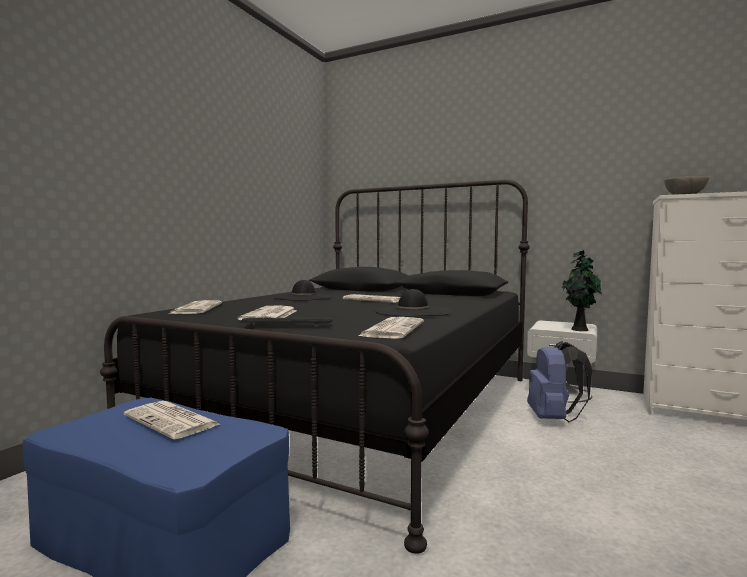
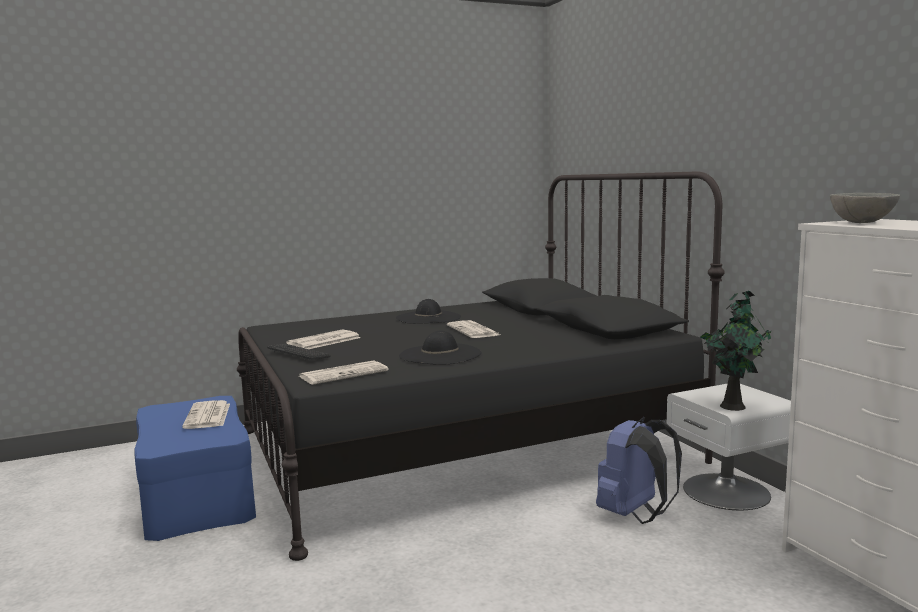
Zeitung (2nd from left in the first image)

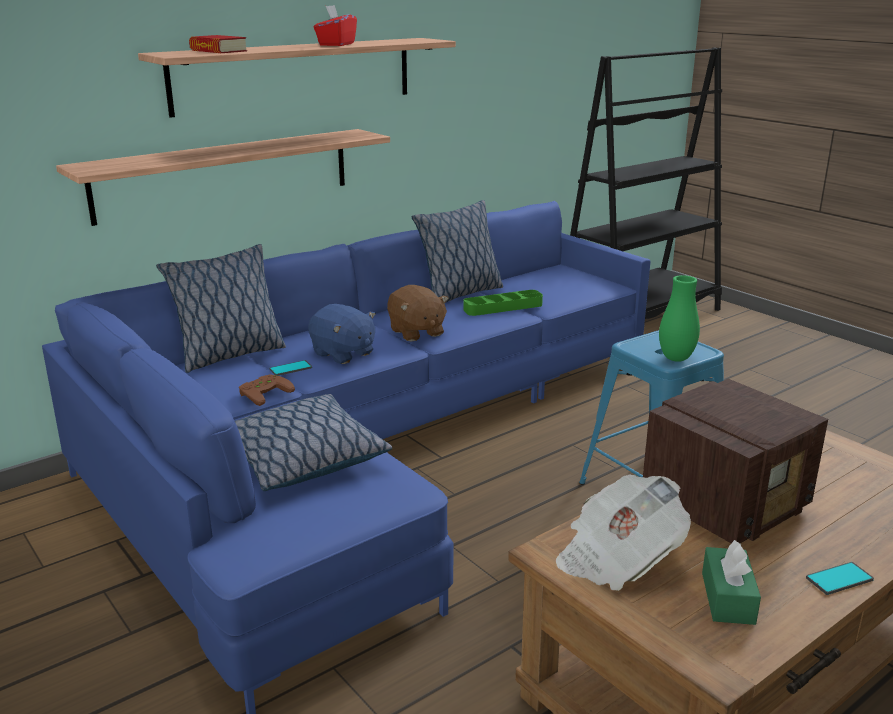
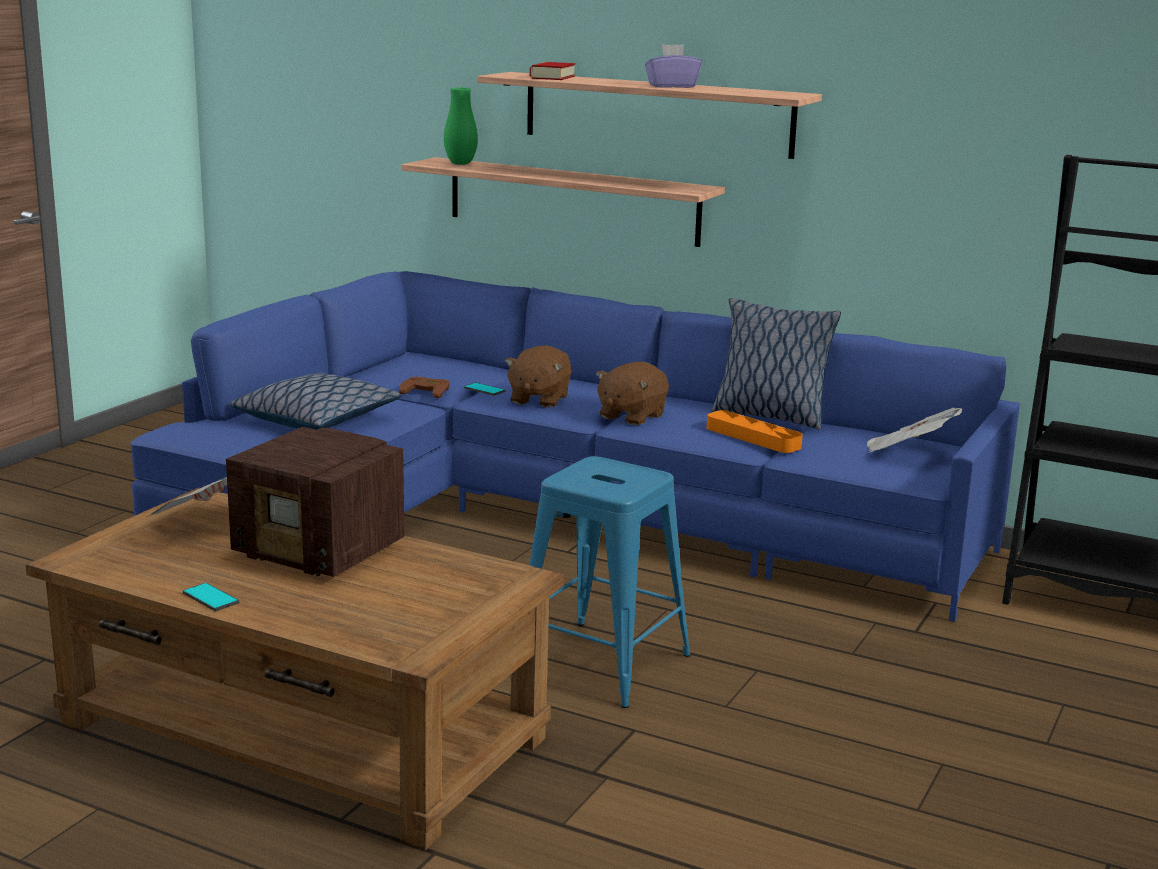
Taschentuchbox (lila)
Kissen (1st from left in the first image)
Vase (grün)
Tablett (orange)
Plüschtier (braun) (1st from left)
Taschentuchbox (grün)
Zeitung (2nd from left)

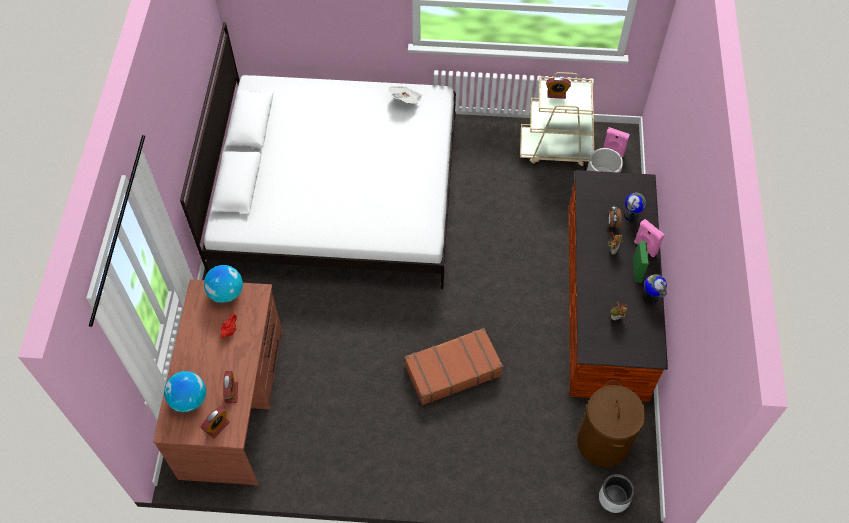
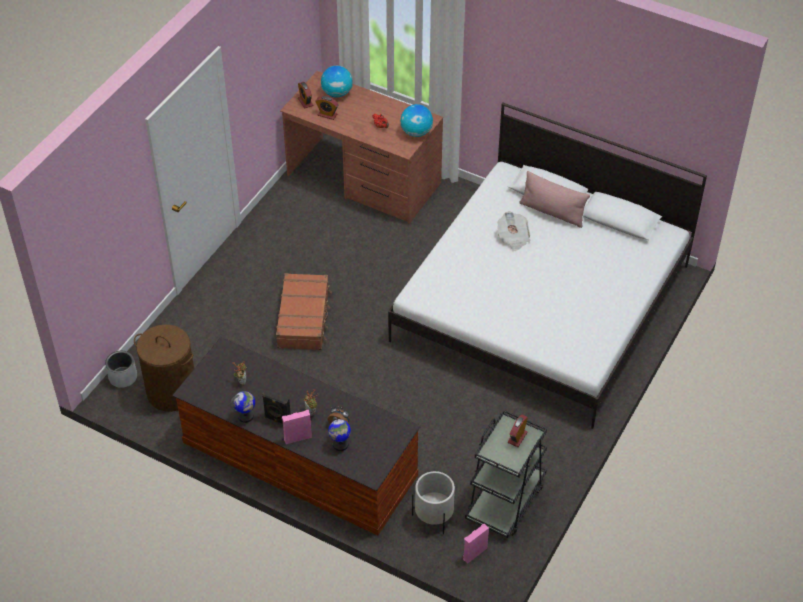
Rollwagen (schwarz)
Zeitung
Lautsprecher (schwarz)
Kissen (rosa)

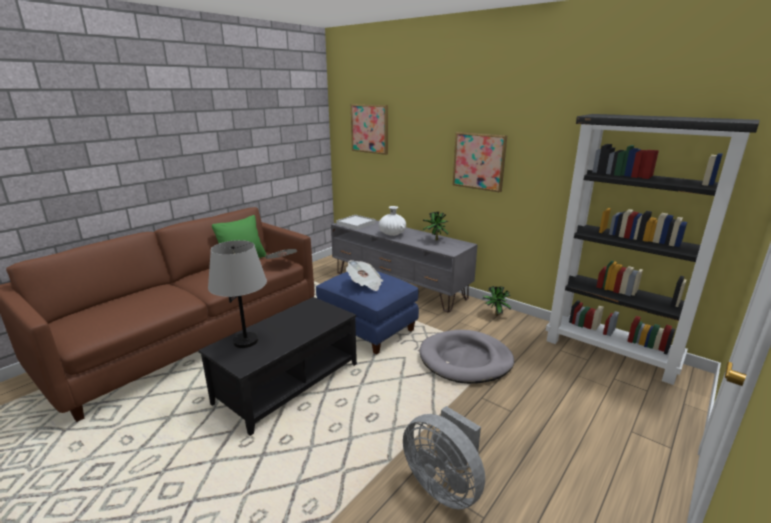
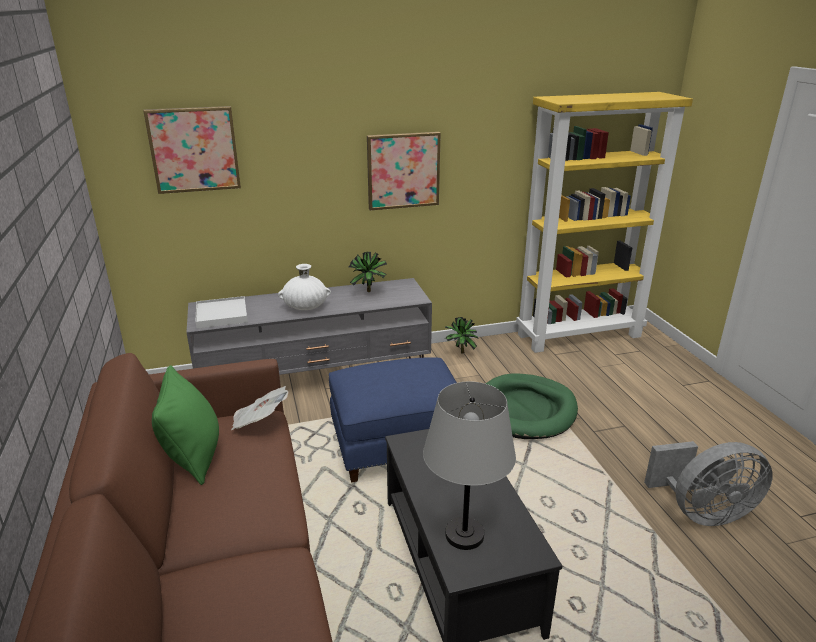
Bücherregal (gelb)
Zeitung (2nd from left in the first image)
Hundebett (grün)

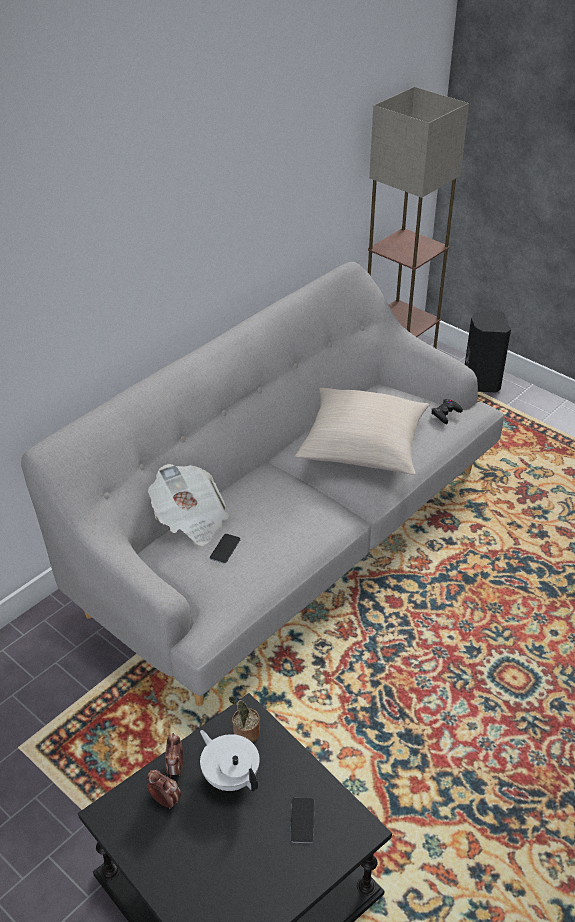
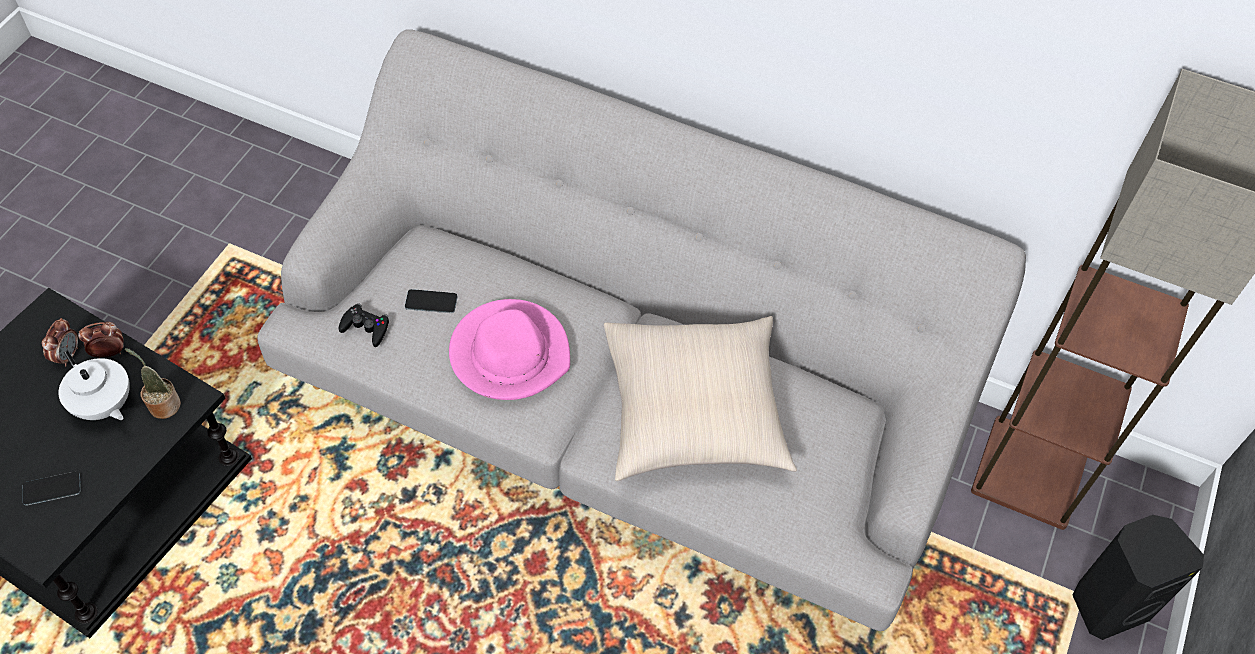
Gamepad (schwarz)
Zeitung
Teekanne (weiß)
Hut (rosa)

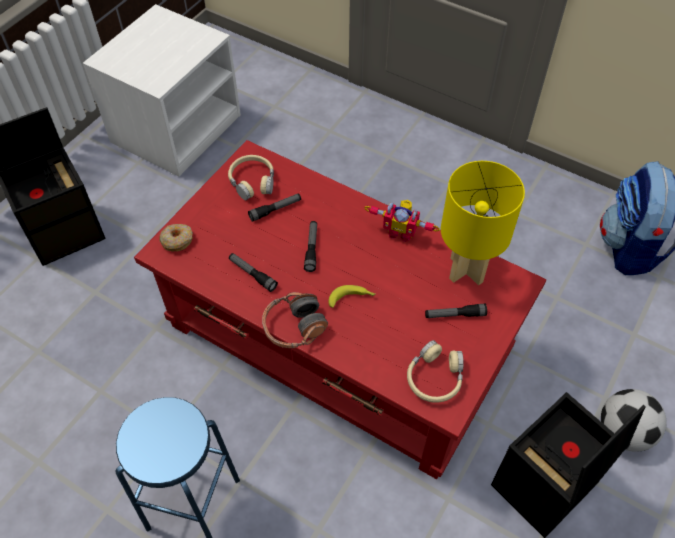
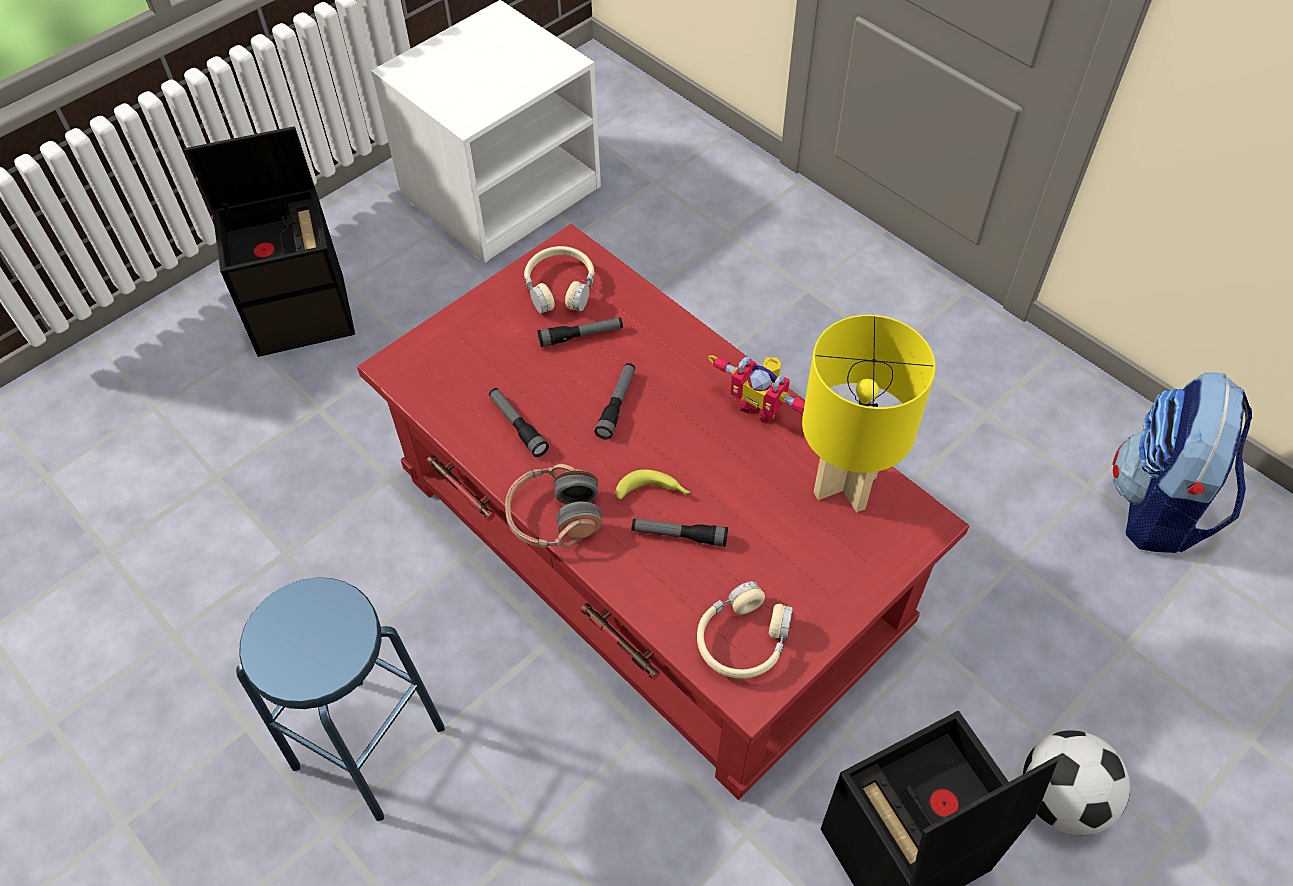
Donut
Taschenlampe (4th from left)

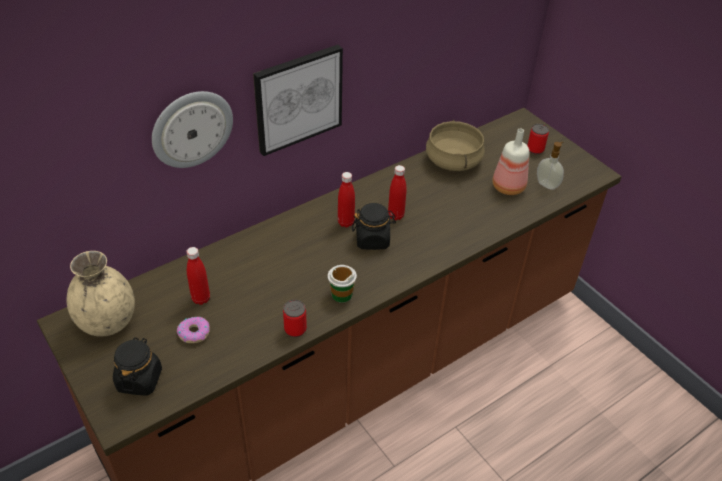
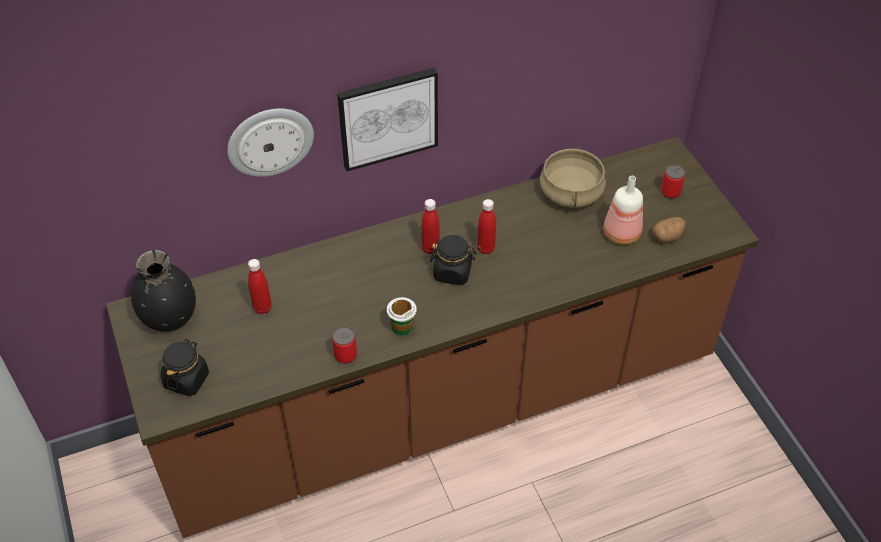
Kartoffel
Vase (schwarz)
Donut

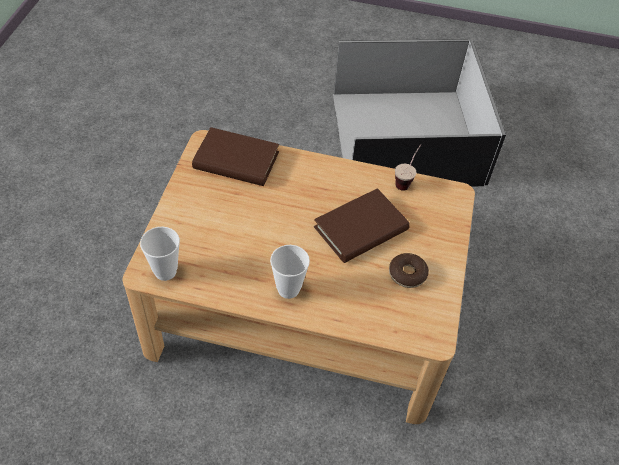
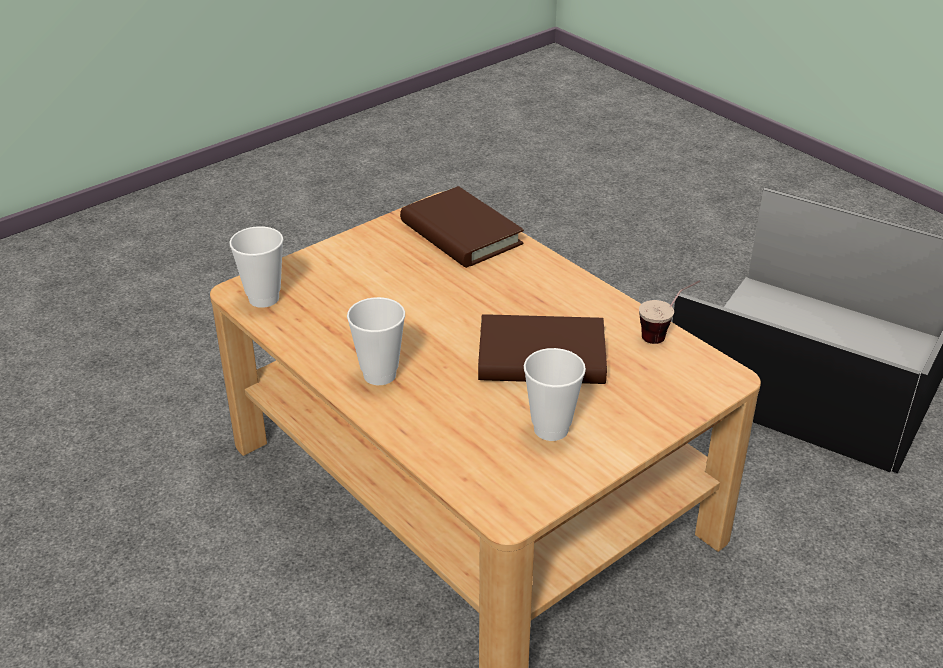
Tasse (3rd from left)

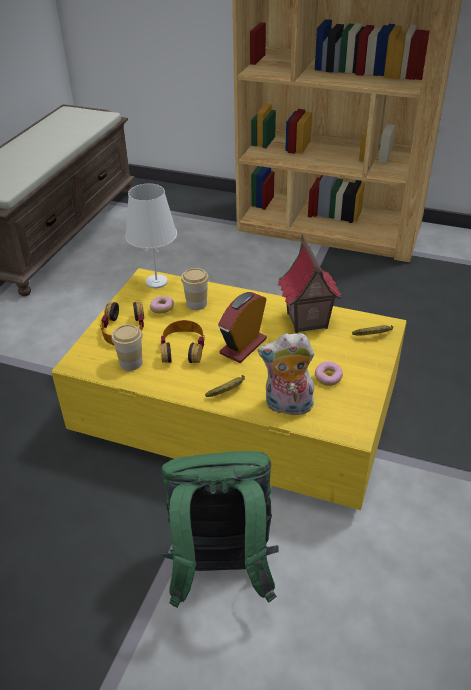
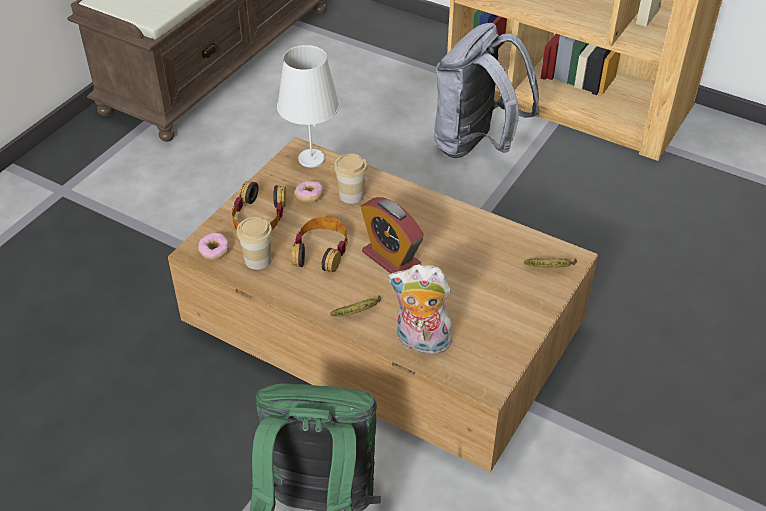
Spielzeughaus
Couchtisch (braun)
Wecker
Donut (1st from left)
Rucksack (grau)

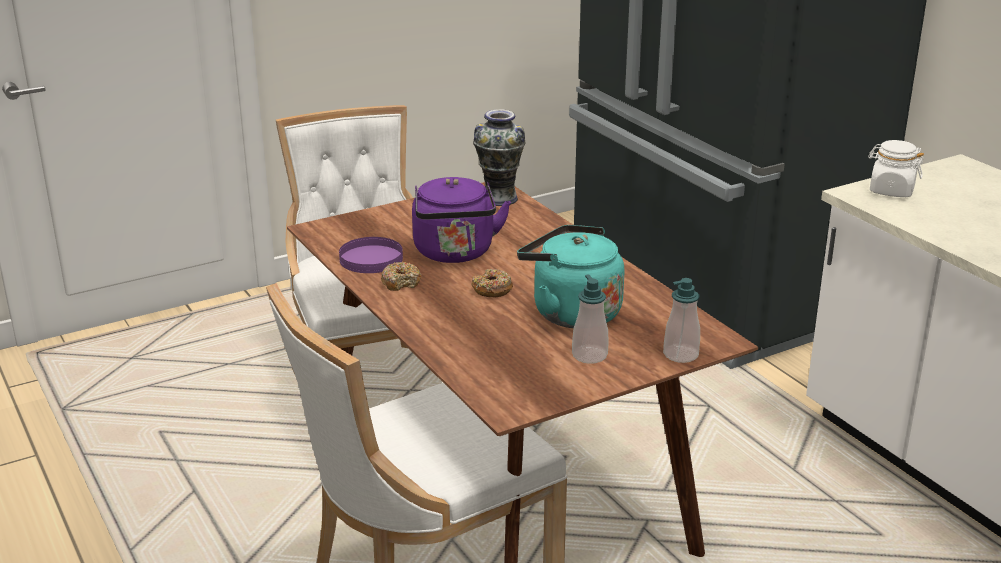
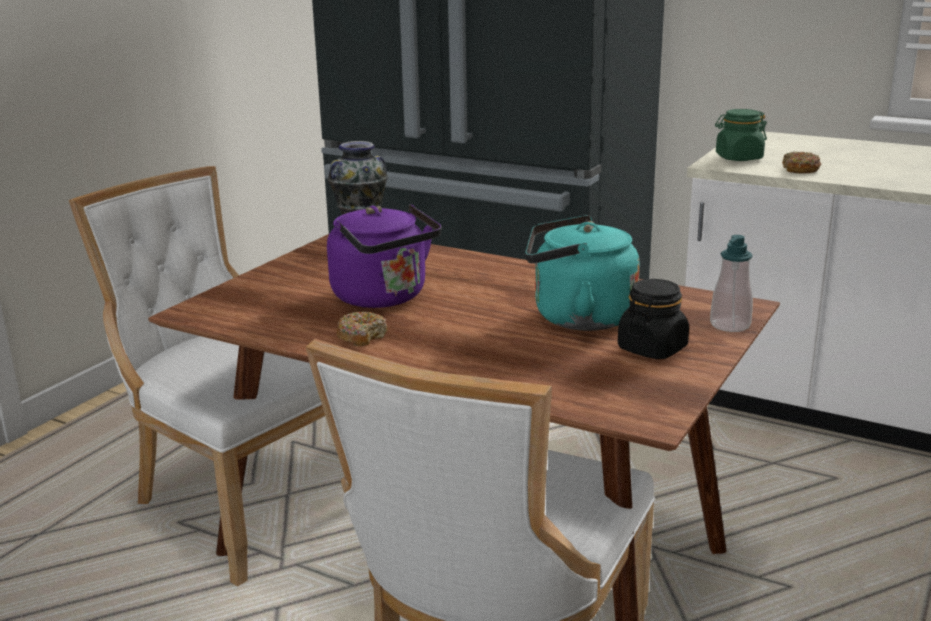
Vorratsglas (grün)
Teller (lila)
Donut (2nd from left)
Vorratsglas (schwarz)

